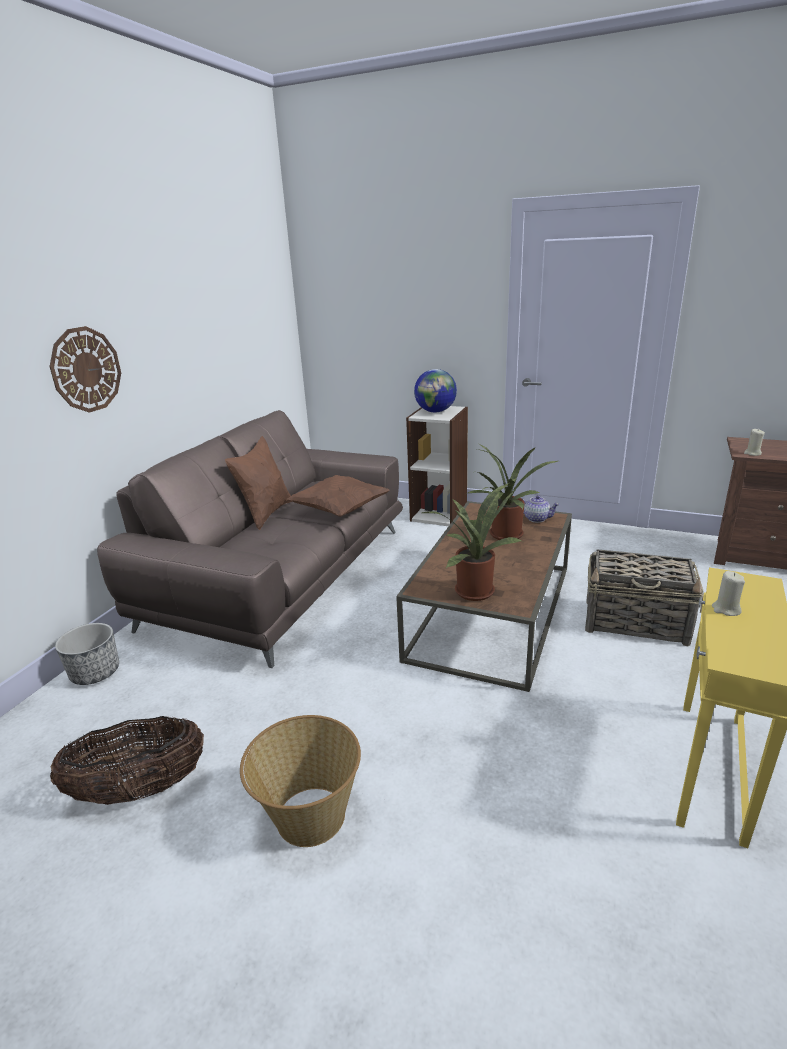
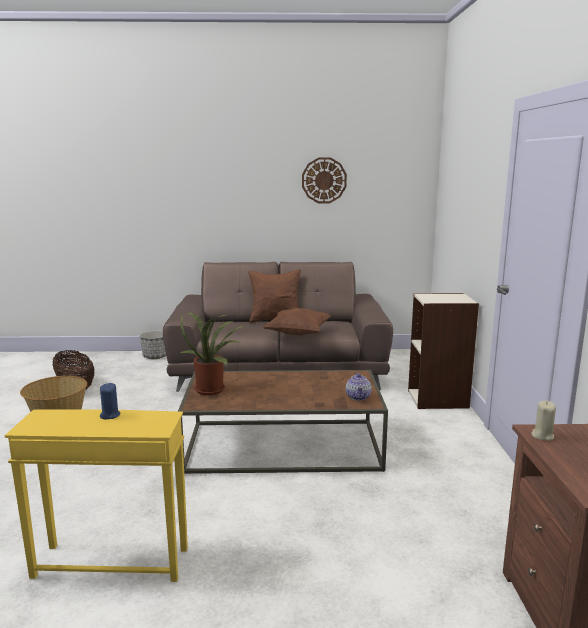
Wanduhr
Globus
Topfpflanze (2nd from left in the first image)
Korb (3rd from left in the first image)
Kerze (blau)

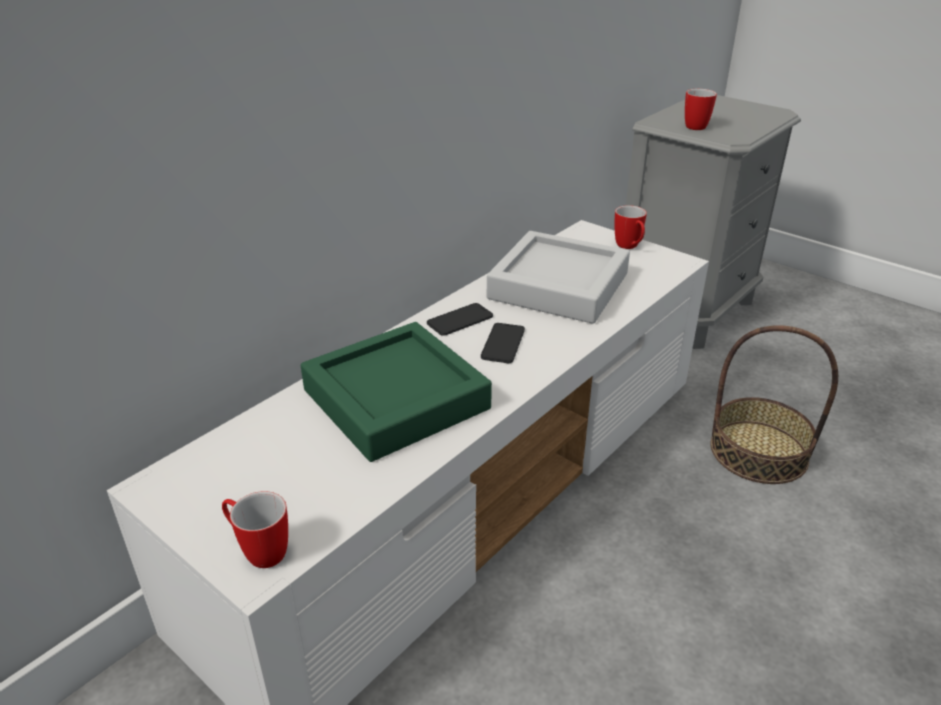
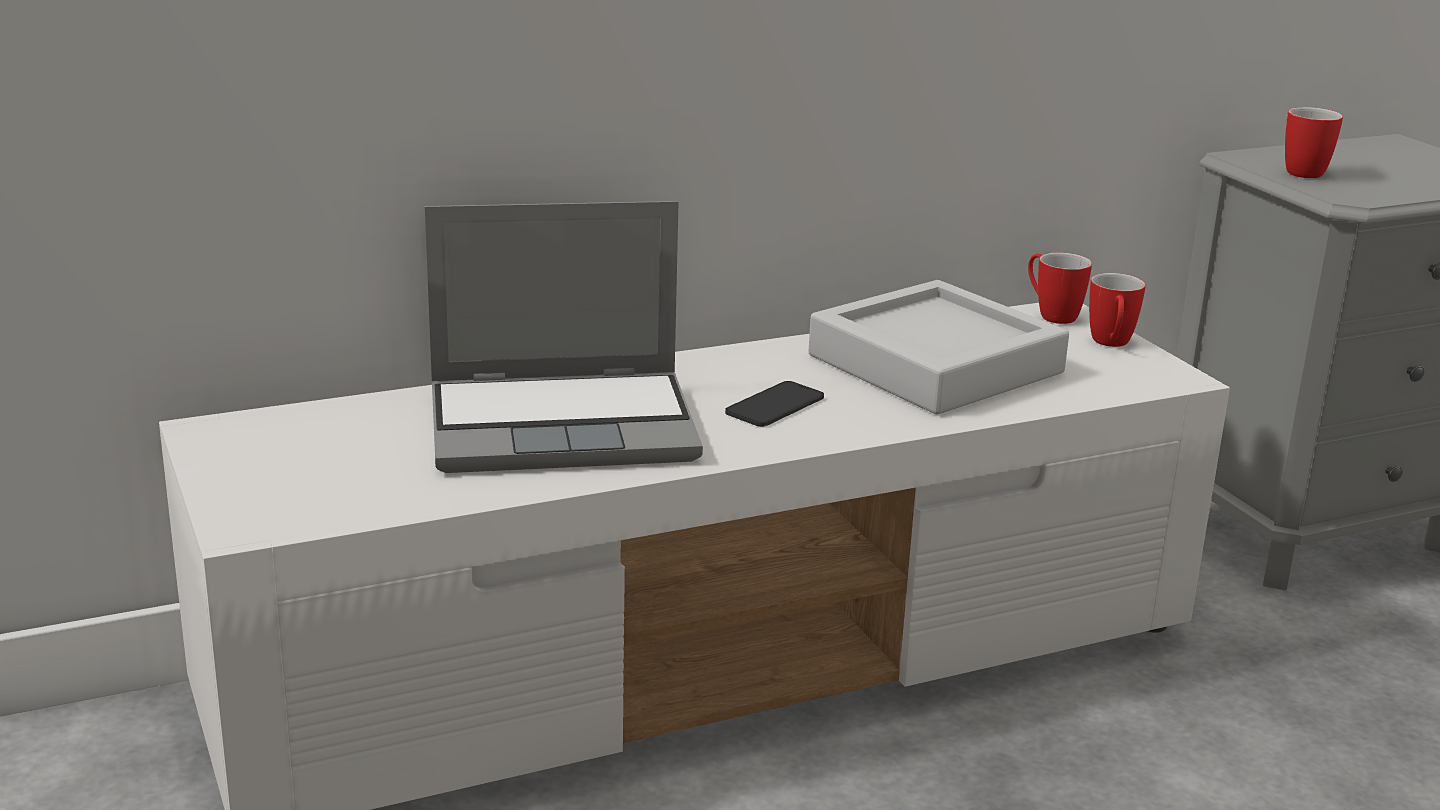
Handy (1st from left in the first image)
Laptop
Korb
Henkelbecher (1st from left)

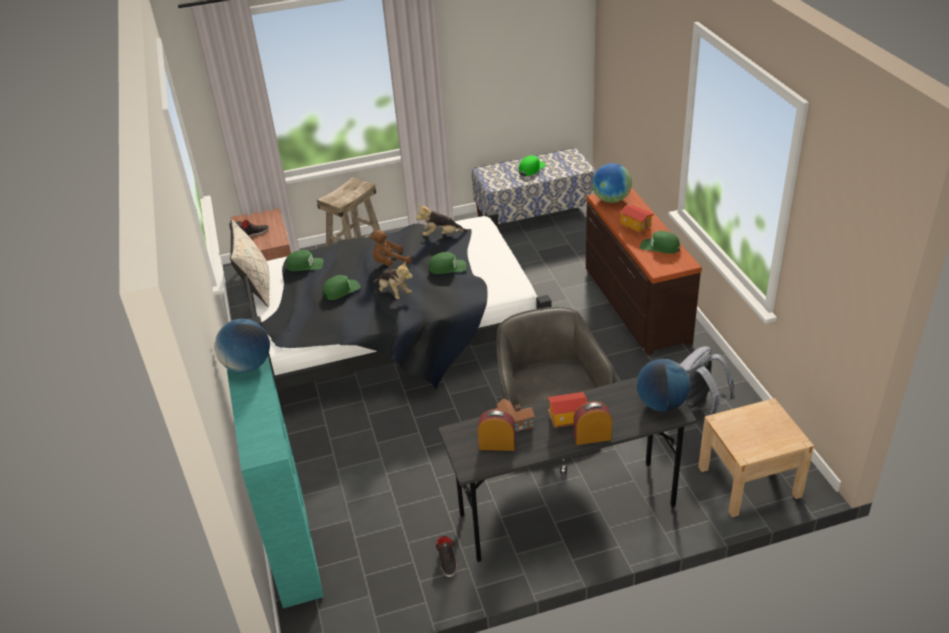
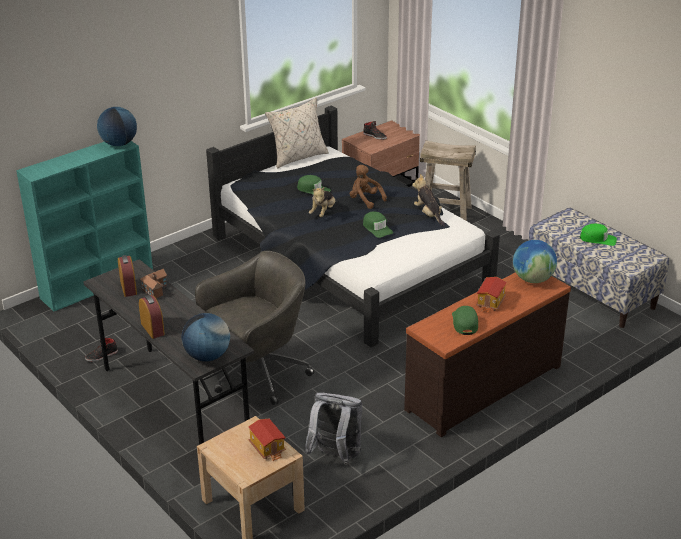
Kappe (grün) (1st from left in the first image)
Spielzeughaus (2nd from left)

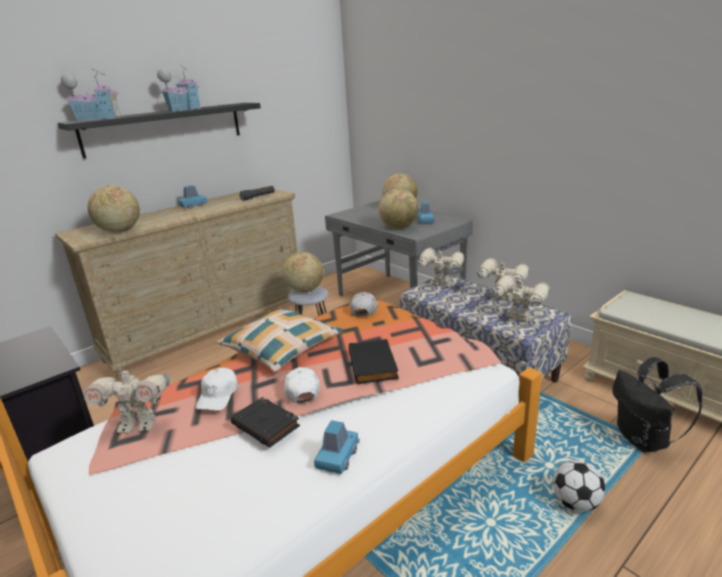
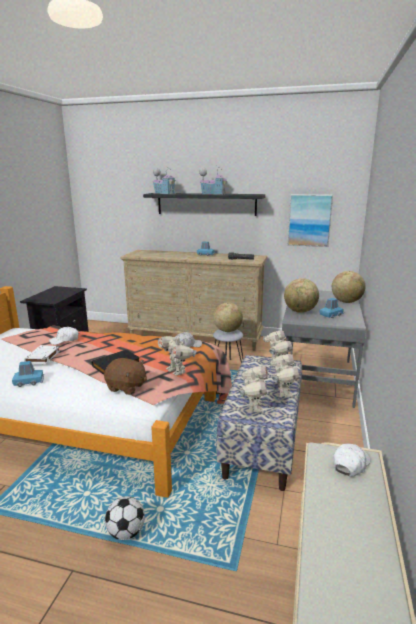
Globus (1st from left in the first image)
Kissen
Rucksack (schwarz)
Spielzeugroboter (1st from left)
Kappe (weiß) (3rd from left)
Buch (weiß)
Bild
Plüschtier (braun)

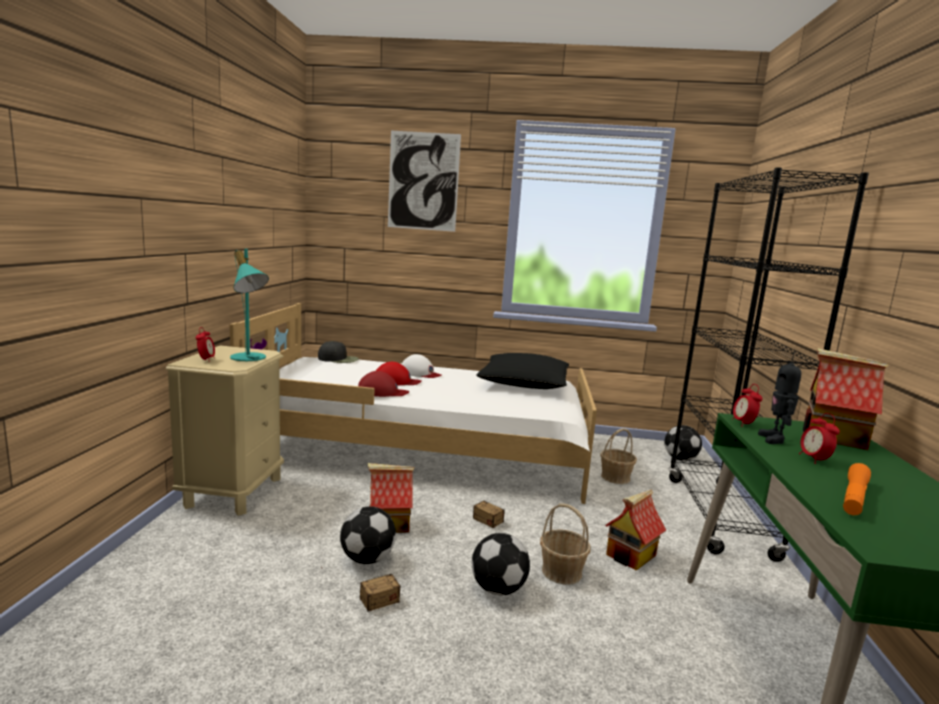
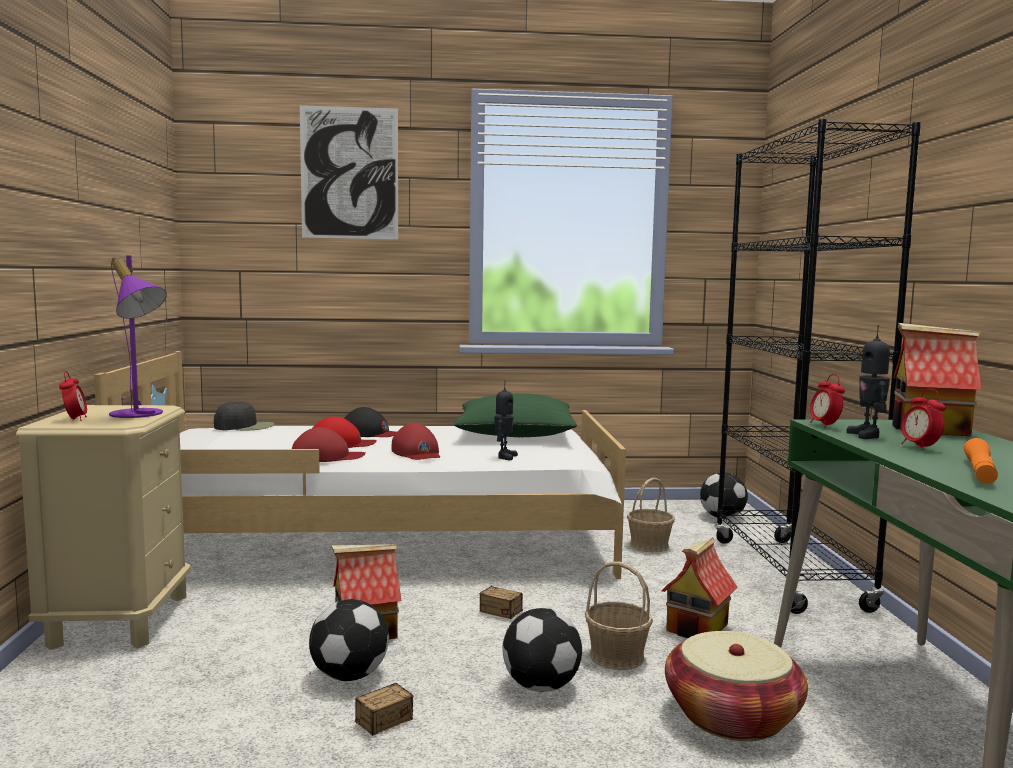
Tischlampe (lila)
Kissen (grün)
Kappe (schwarz) (2nd from left)
Spielzeugroboter (1st from left)
Kappe (rot) (3rd from left)
Korb (3rd from left)

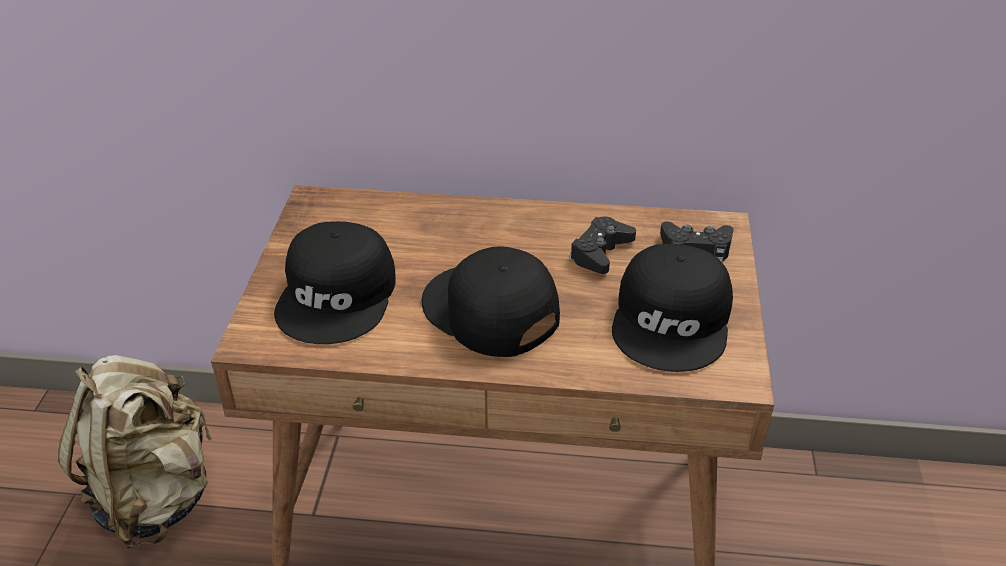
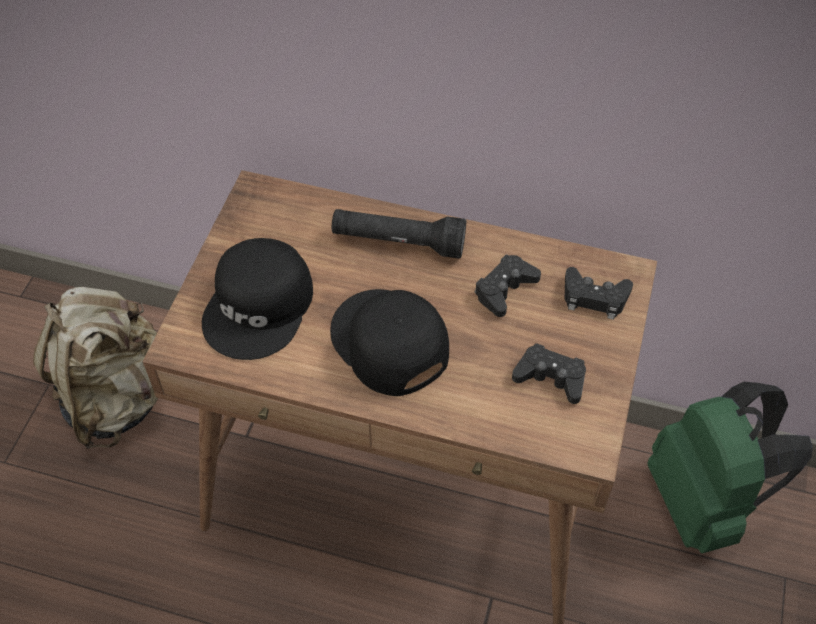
Gamepad (schwarz) (2nd from left)
Taschenlampe (schwarz)
Rucksack (grün)

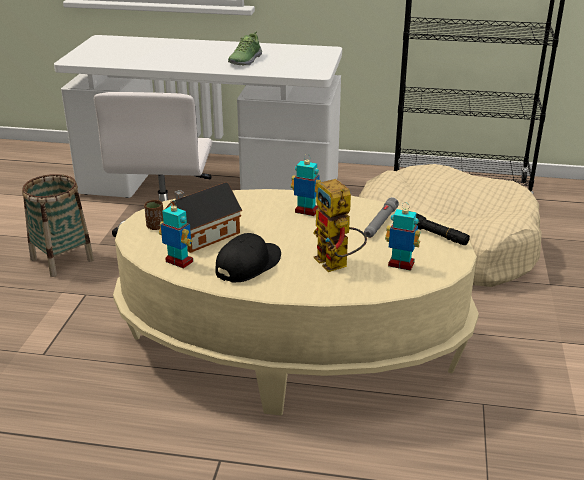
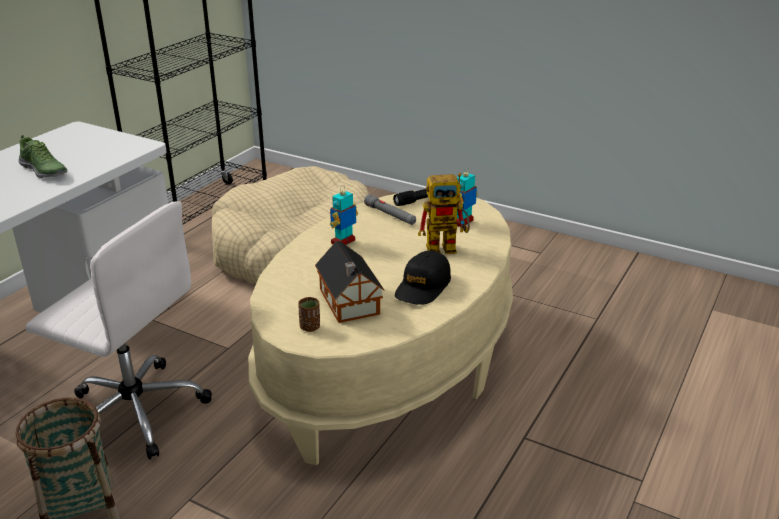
Spielzeugroboter (1st from left in the first image)
Kappe (schwarz)

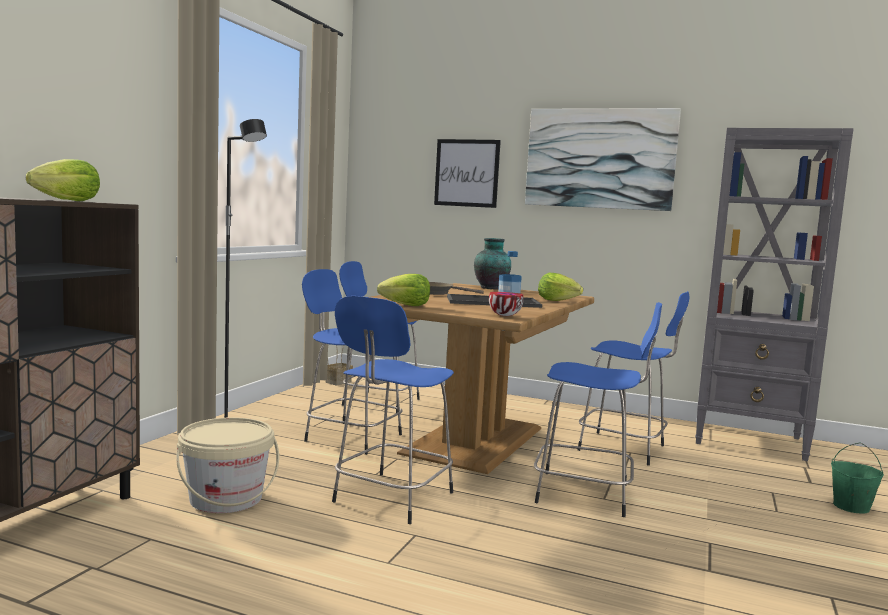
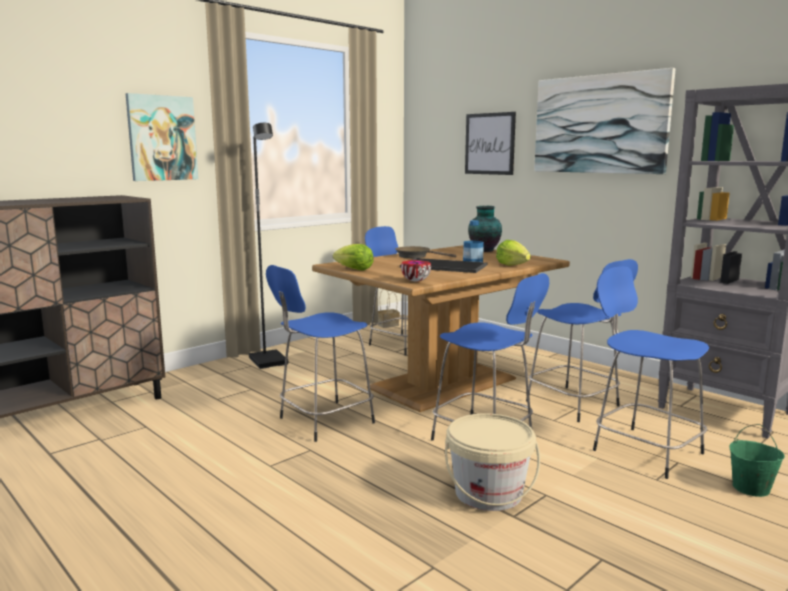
Salatkopf (1st from left in the first image)
Hocker (blau) (5th from left)
Eimer (beige)
Bild (1st from left)

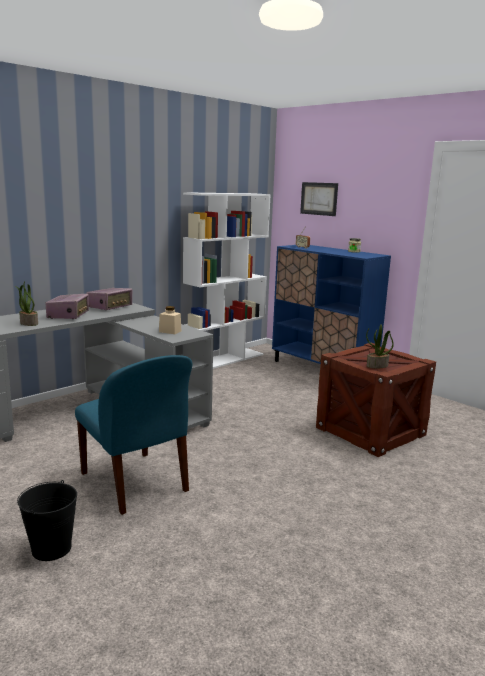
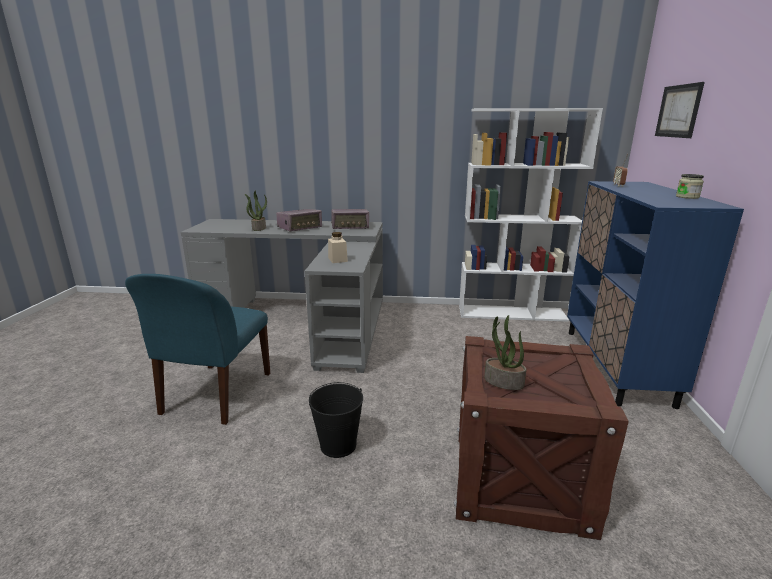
Eimer (schwarz)

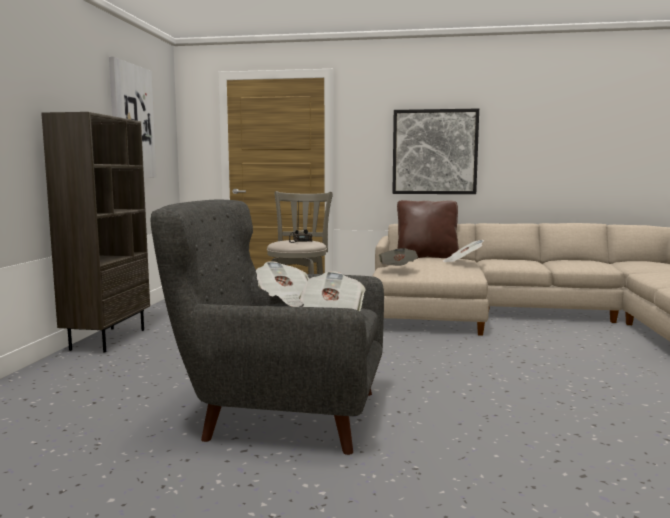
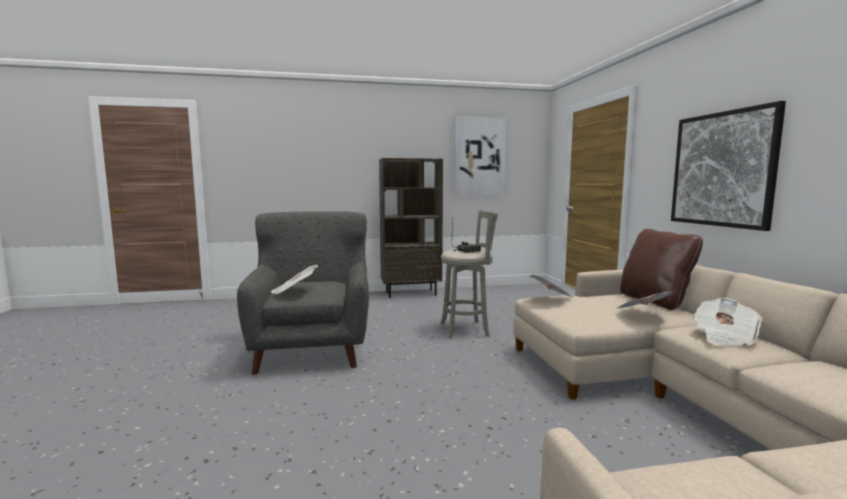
Zeitung (4th from left)

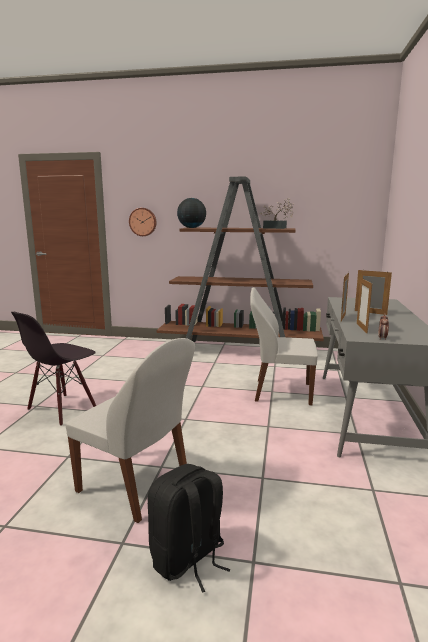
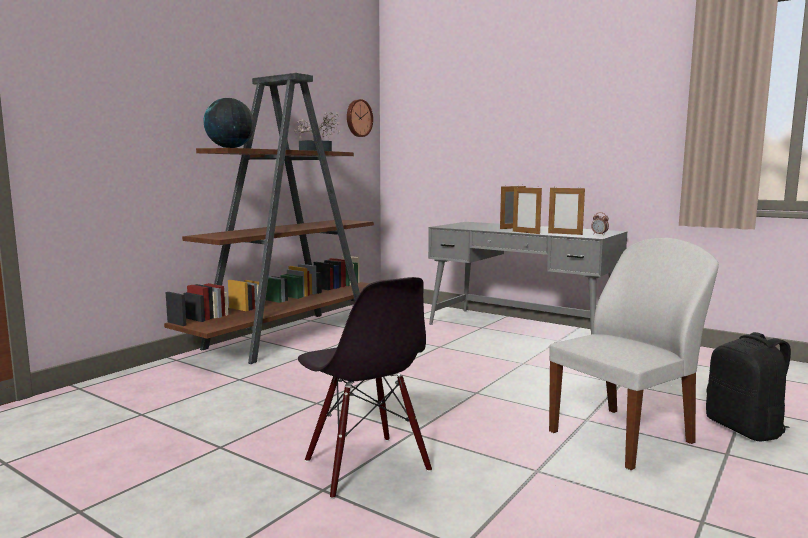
Wanduhr
Stuhl (weiß) (2nd from left in the first image)

